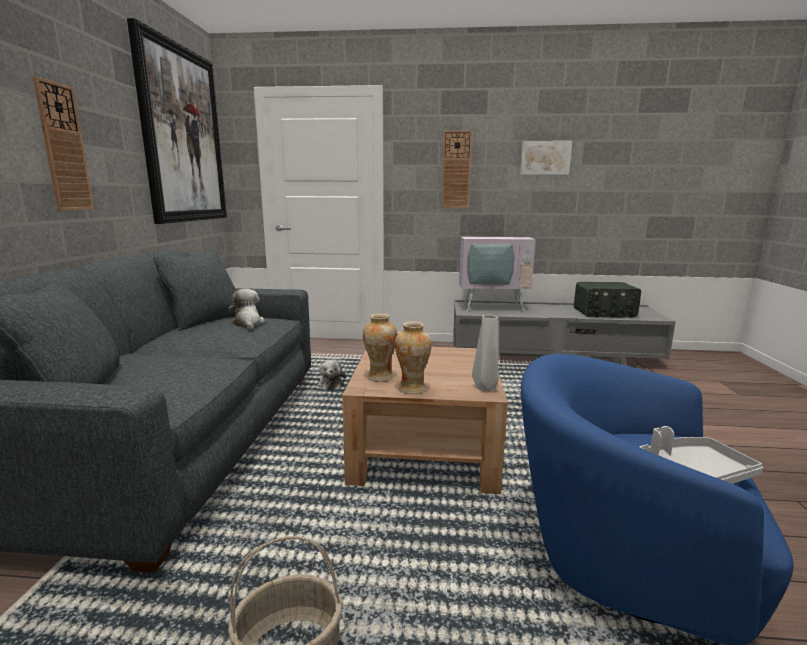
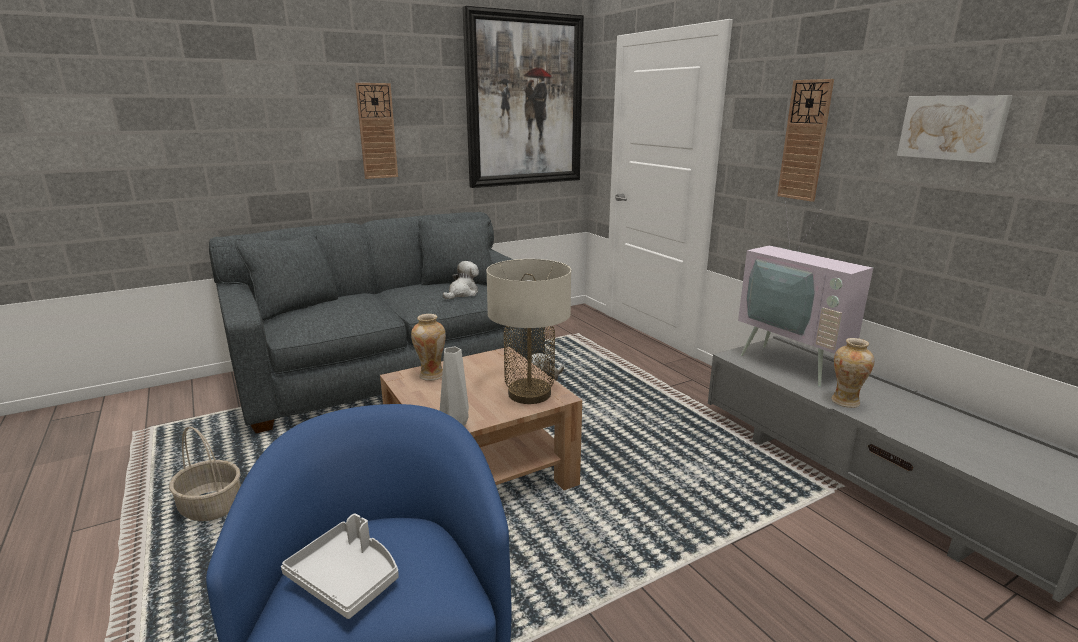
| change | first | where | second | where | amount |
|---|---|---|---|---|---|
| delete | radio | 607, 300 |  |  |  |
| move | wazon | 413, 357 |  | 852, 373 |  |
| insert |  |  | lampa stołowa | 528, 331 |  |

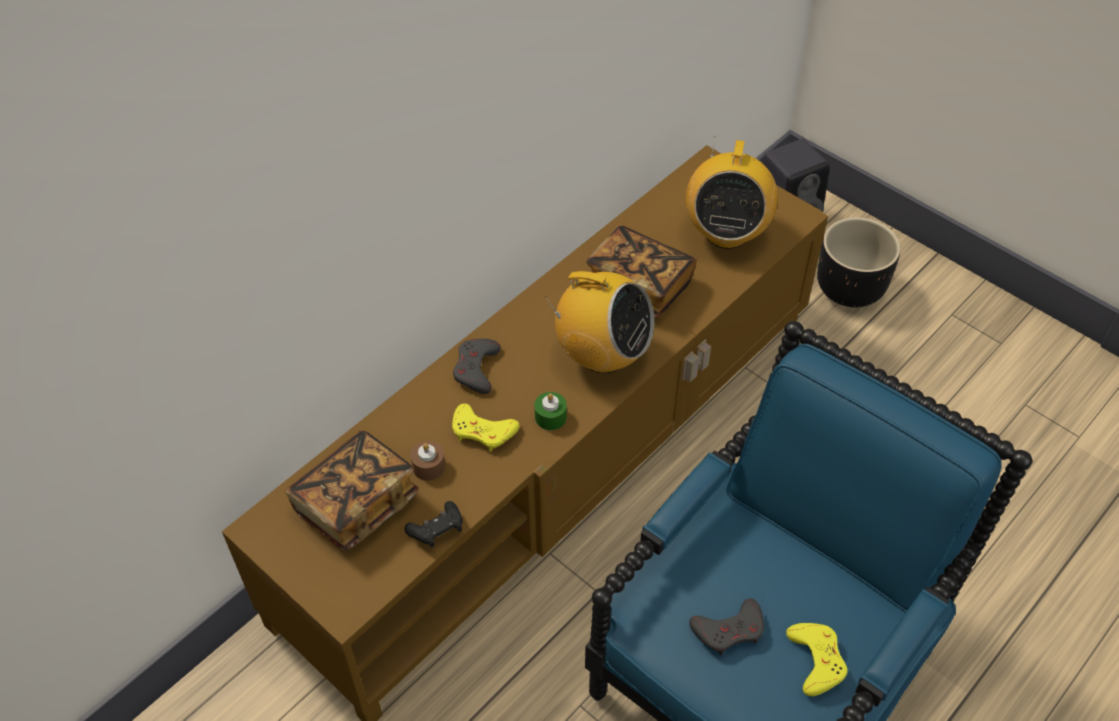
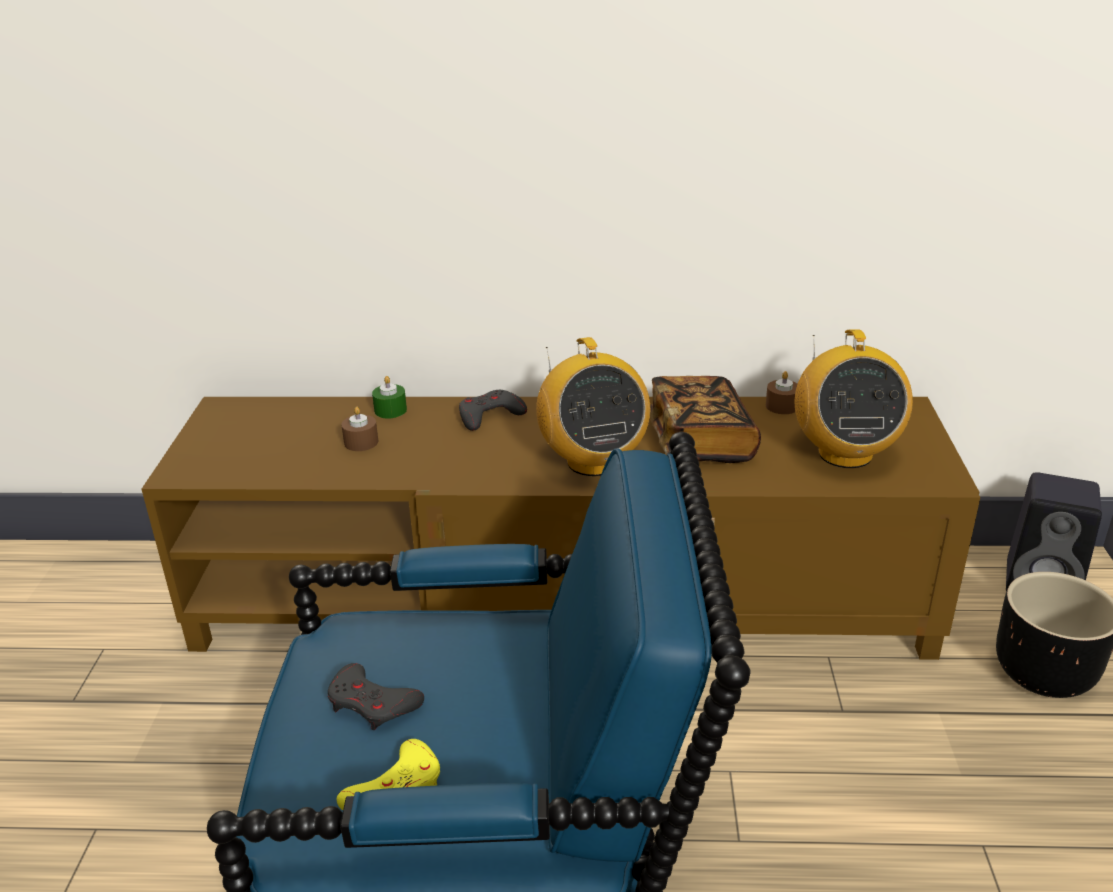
| change | first | where | second | where | amount |
|---|---|---|---|---|---|
| rotate | radio | 732, 192 |  | 854, 398 | 60 degrees counterclockwise |
| move | świeca (zielony) | 550, 411 |  | 389, 397 |  |
| delete | pad do gier (żółty) | 485, 428 |  |  |  |
| delete | książka | 352, 491 |  |  |  |
| delete | pad do gier (czarny) | 434, 524 |  |  |  |
| insert |  |  | świeca (brązowy) | 781, 392 |  |

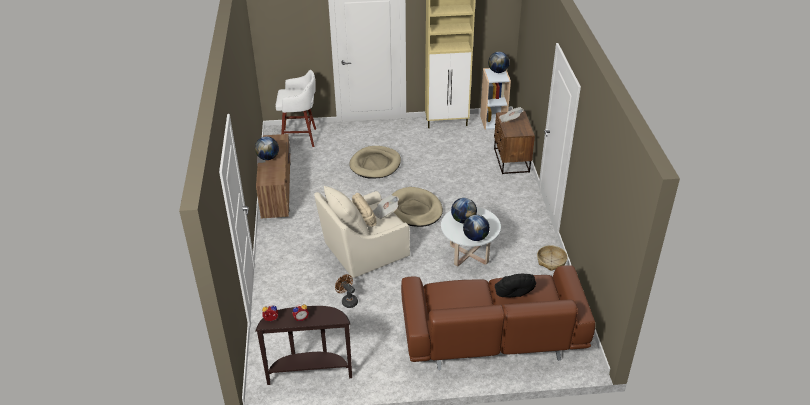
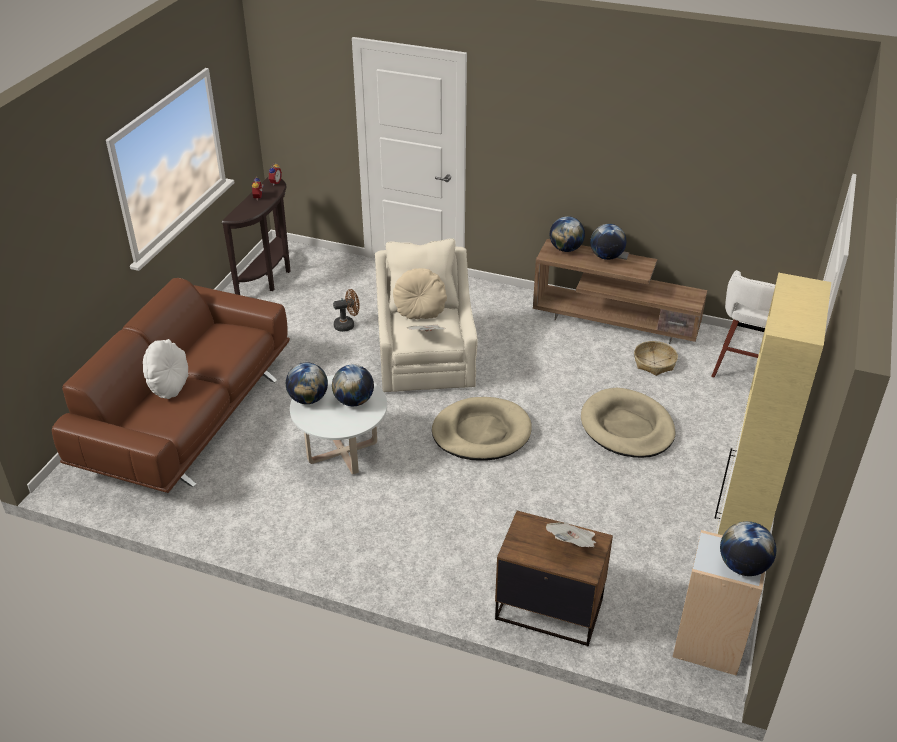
| change | first | where | second | where | amount |
|---|---|---|---|---|---|
| move | koszyk | 552, 258 |  | 656, 358 |  |
| recolor | poduszka (czarny) | 515, 286 | poduszka (biały) | 165, 369 |  |
| insert |  |  | globus | 567, 234 |  |

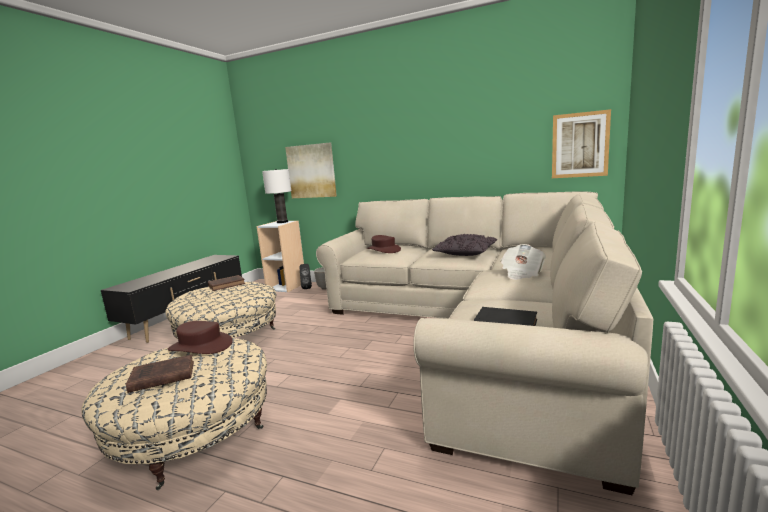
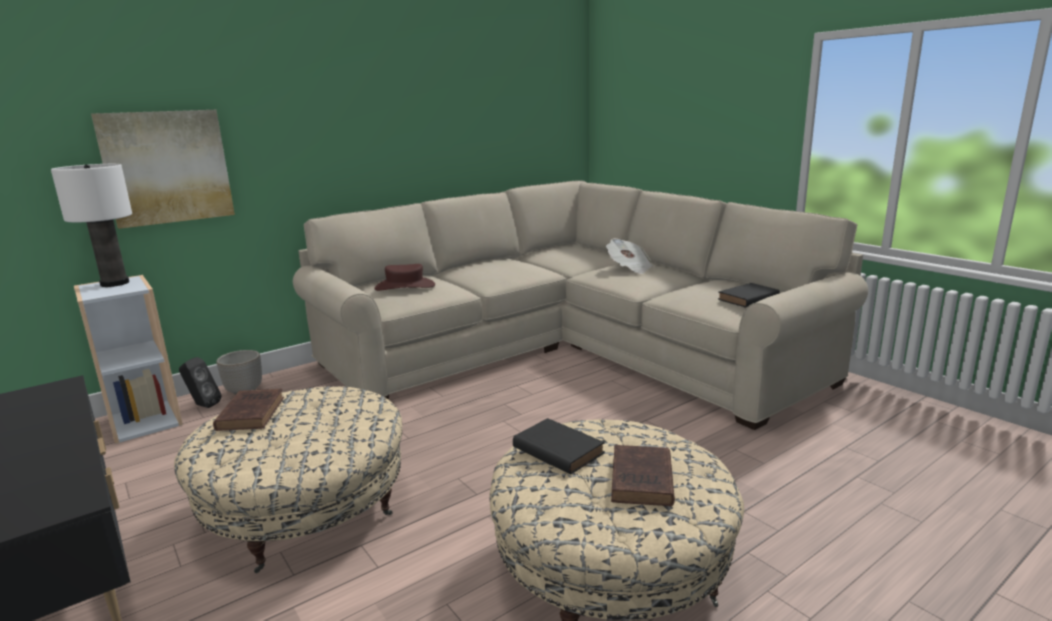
| change | first | where | second | where | amount |
|---|---|---|---|---|---|
| delete | obraz | 581, 143 |  |  |  |
| delete | poduszka (czarny) | 464, 245 |  |  |  |
| replace | kapelusz (brązowy) | 200, 337 | książka (czarny) | 559, 446 |  |

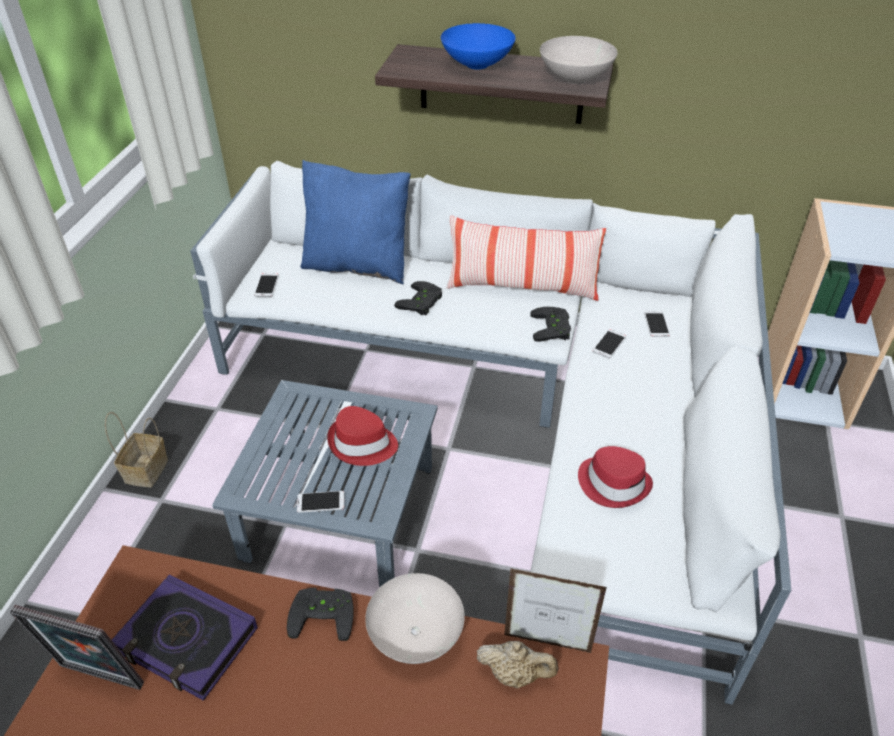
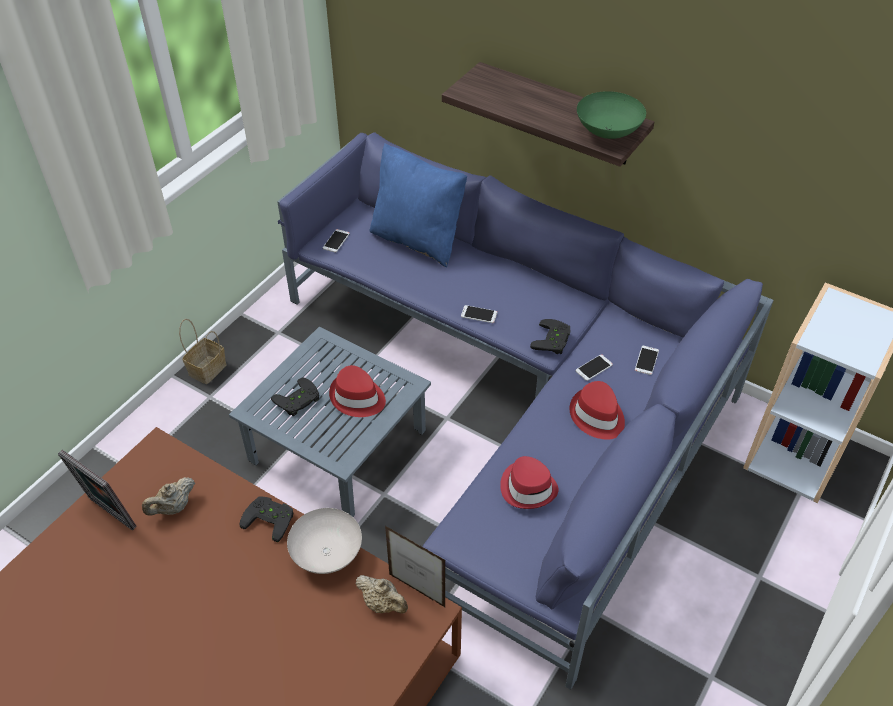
| change | first | where | second | where | amount |
|---|---|---|---|---|---|
| delete | miska (niebieski) | 478, 46 |  |  |  |
| recolor | miska (biały) | 579, 60 | miska (zielony) | 611, 115 |  |
| recolor | kanapa (biały) | 490, 433 | kanapa (niebieski) | 501, 411 |  |
| delete | poduszka | 526, 258 |  |  |  |
| move | pad do gier (czarny) | 418, 298 |  | 295, 397 |  |
| move | telefon | 320, 502 |  | 479, 314 |  |
| replace | książka | 185, 637 | imbryk (beżowy) | 168, 496 |  |
| insert |  |  | kapelusz (czerwony) | 597, 410 |  |

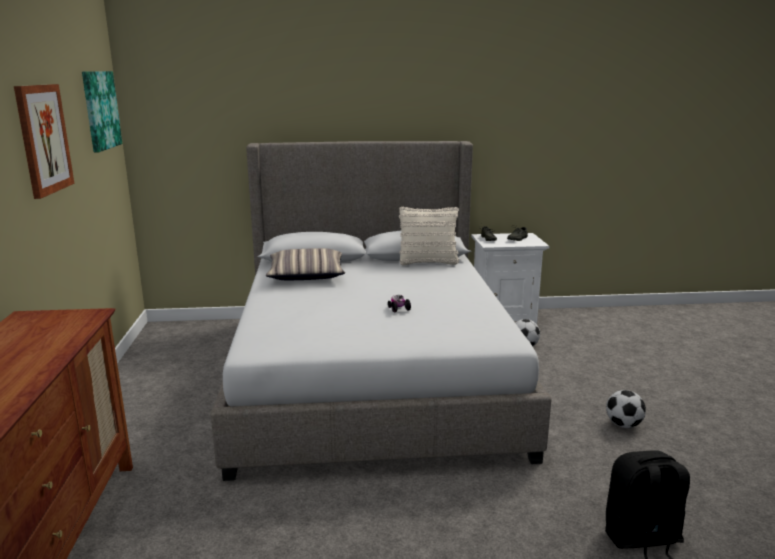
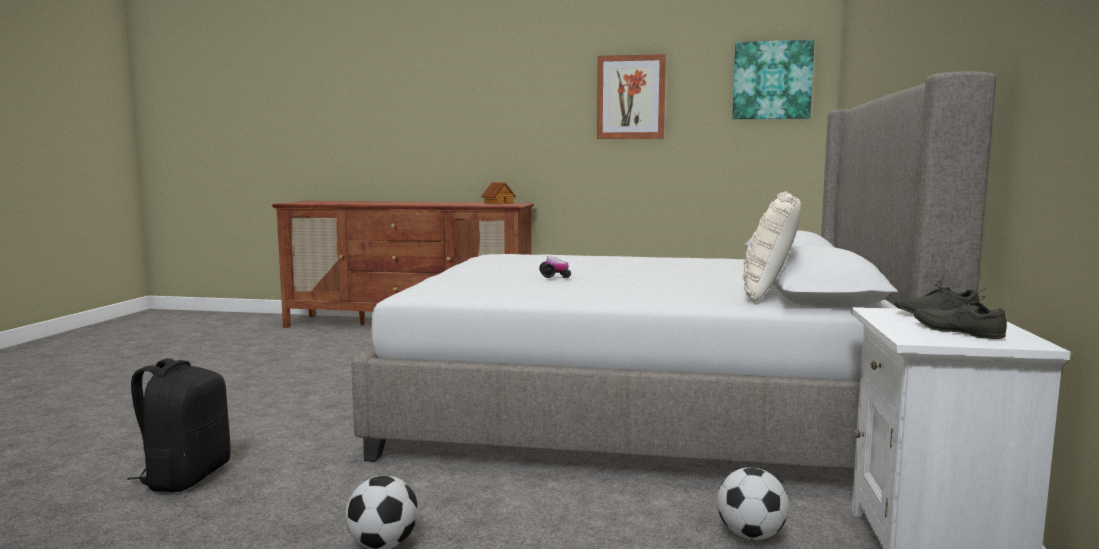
| change | first | where | second | where | amount |
|---|---|---|---|---|---|
| delete | poduszka | 305, 264 |  |  |  |
| insert |  |  | domek | 498, 193 |  |

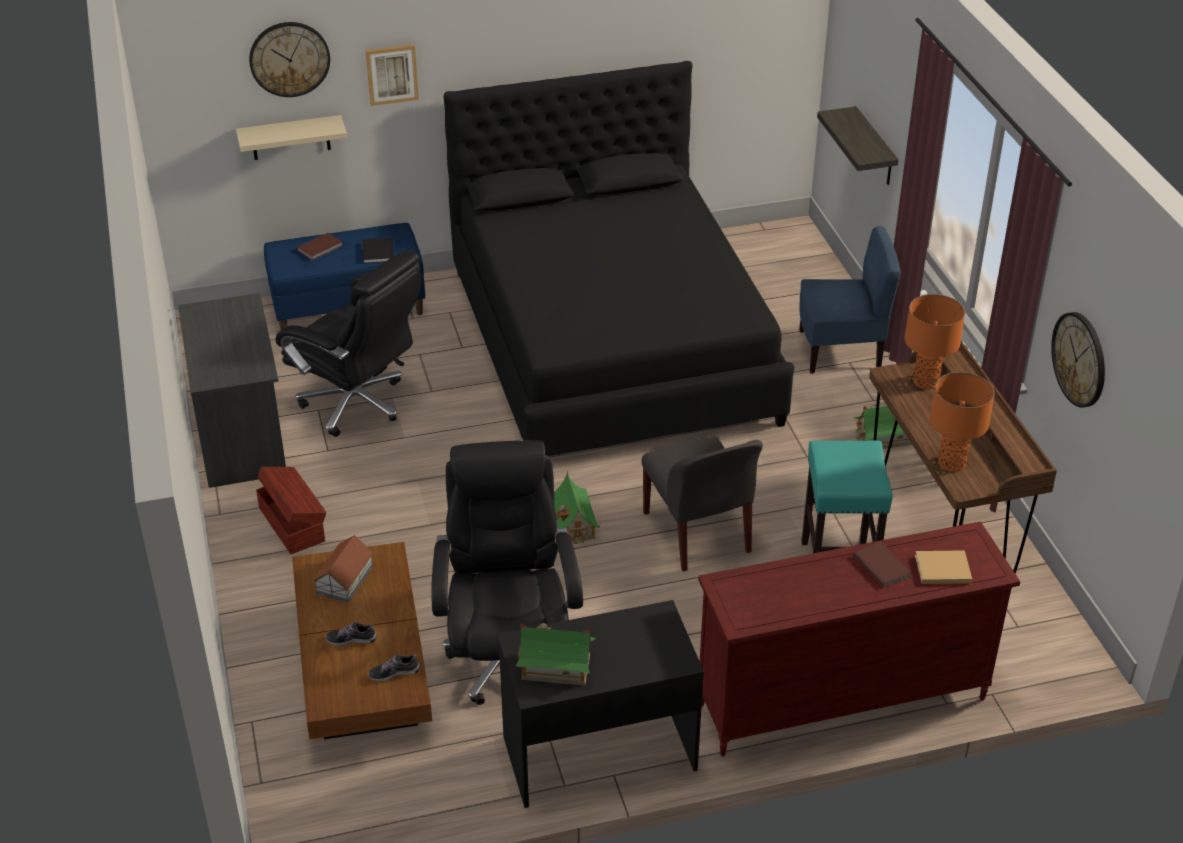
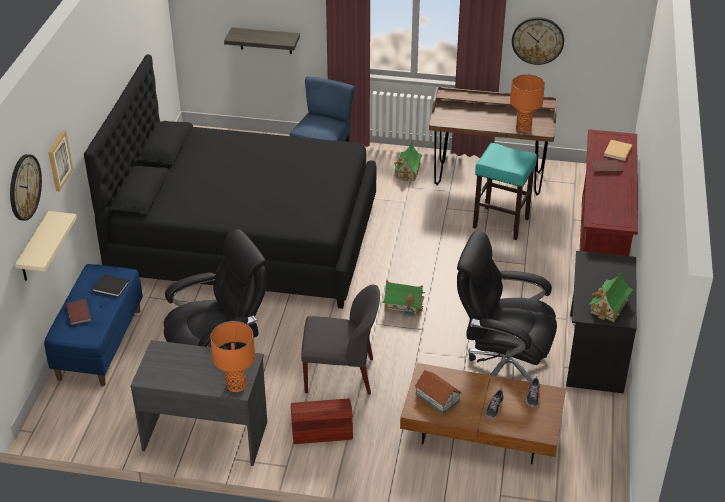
| change | first | where | second | where | amount |
|---|---|---|---|---|---|
| move | lampa stołowa (pomarańczowy) | 935, 341 |  | 232, 356 |  |
| move | krzesło (szary) | 702, 503 |  | 340, 340 |  |

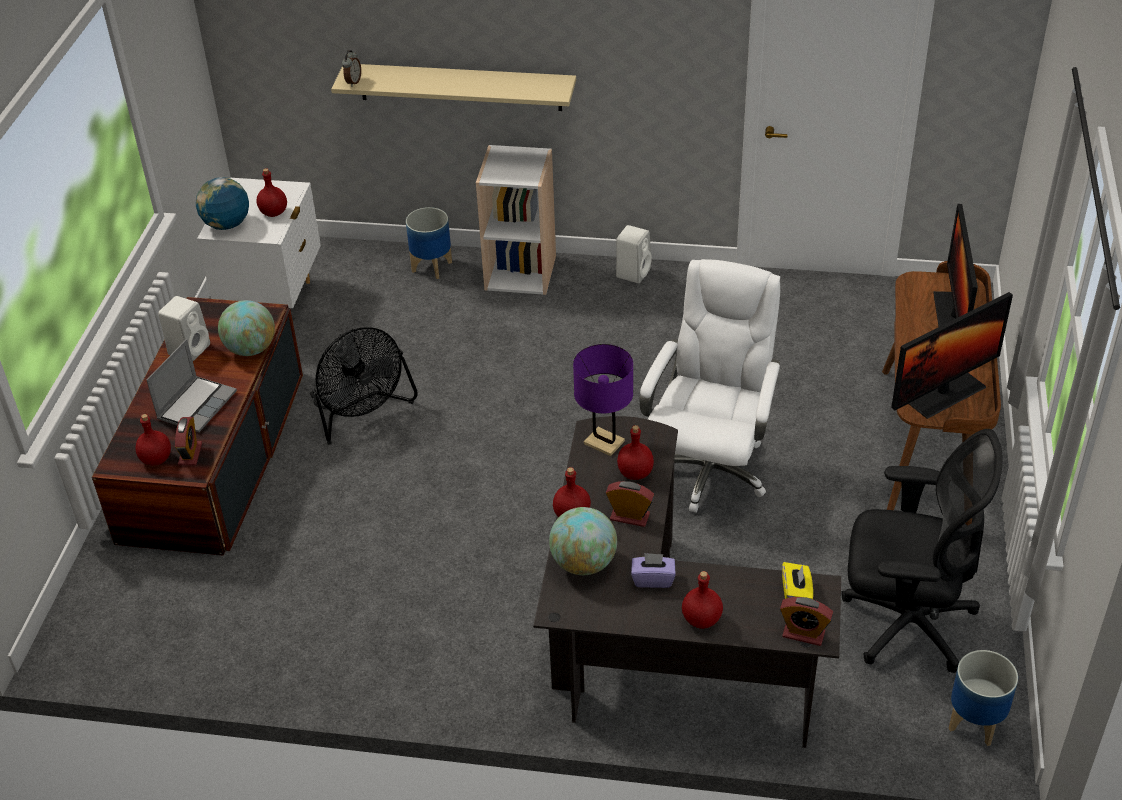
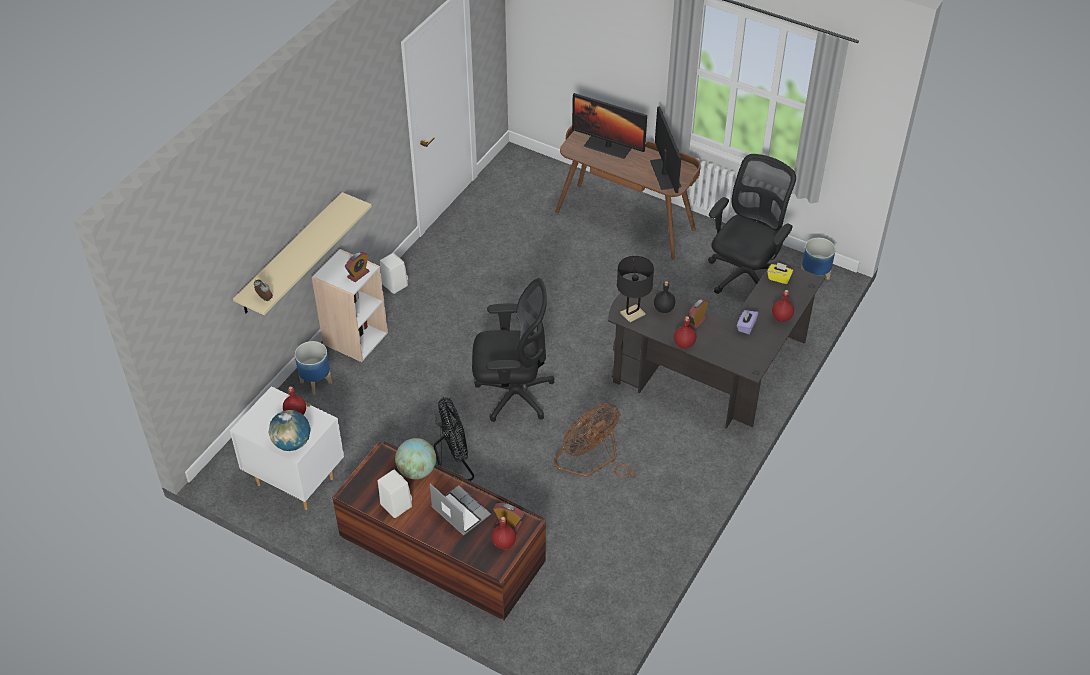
| change | first | where | second | where | amount |
|---|---|---|---|---|---|
| delete | krzesło biurowe (biały) | 710, 386 |  |  |  |
| recolor | lampa stołowa (fioletowy) | 603, 400 | lampa stołowa (czarny) | 635, 289 |  |
| recolor | butelka (czerwony) | 635, 452 | butelka (czarny) | 664, 297 |  |
| delete | globus | 583, 541 |  |  |  |
| move | budzik | 806, 621 |  | 357, 267 |  |
| insert |  |  | krzesło biurowe (czarny) | 513, 350 |  |
| insert |  |  | wentylator (brązowy) | 594, 440 |  |

